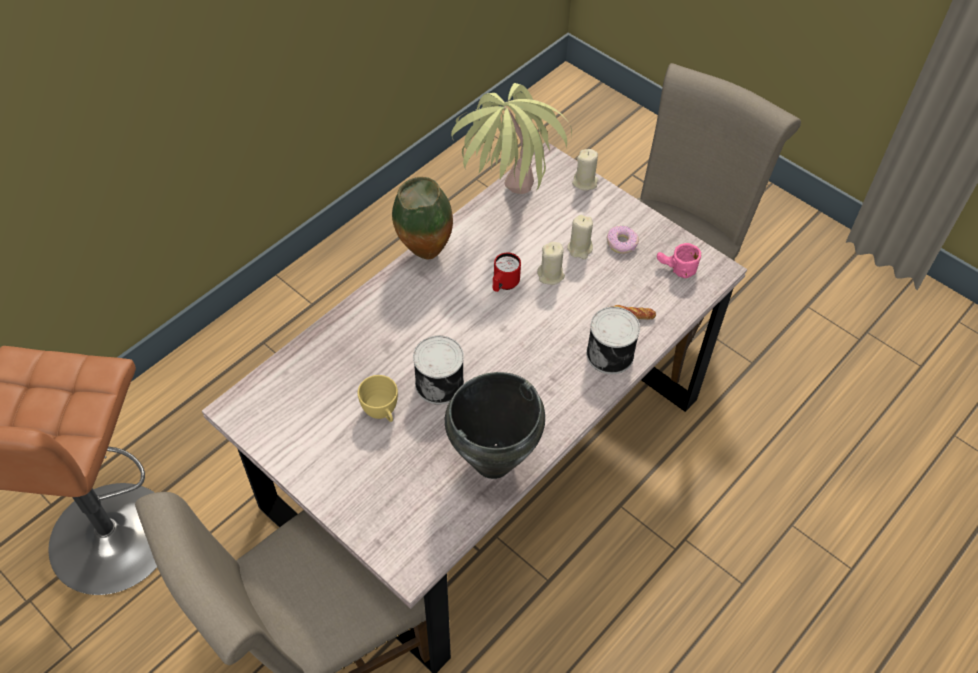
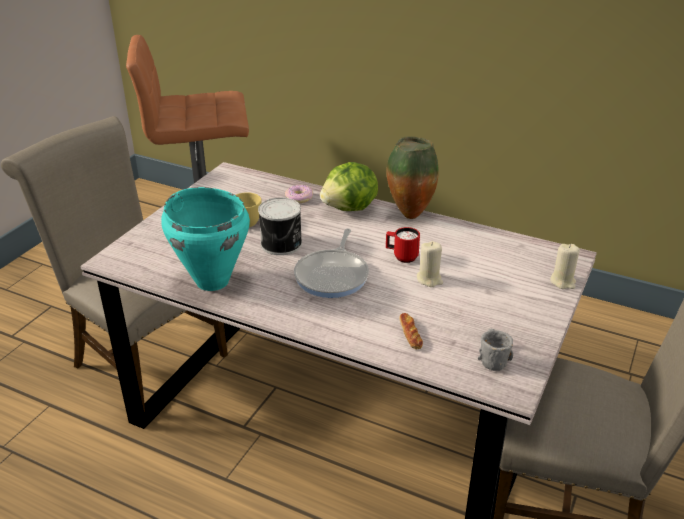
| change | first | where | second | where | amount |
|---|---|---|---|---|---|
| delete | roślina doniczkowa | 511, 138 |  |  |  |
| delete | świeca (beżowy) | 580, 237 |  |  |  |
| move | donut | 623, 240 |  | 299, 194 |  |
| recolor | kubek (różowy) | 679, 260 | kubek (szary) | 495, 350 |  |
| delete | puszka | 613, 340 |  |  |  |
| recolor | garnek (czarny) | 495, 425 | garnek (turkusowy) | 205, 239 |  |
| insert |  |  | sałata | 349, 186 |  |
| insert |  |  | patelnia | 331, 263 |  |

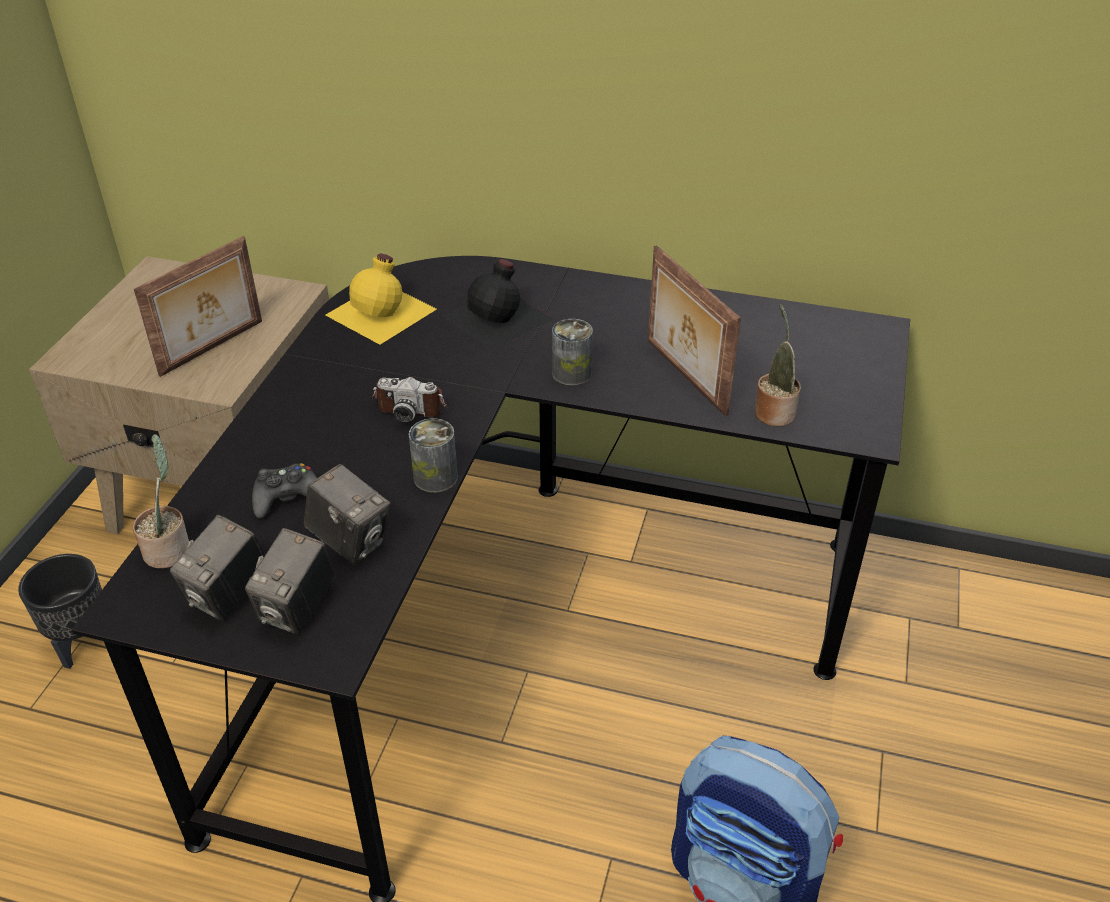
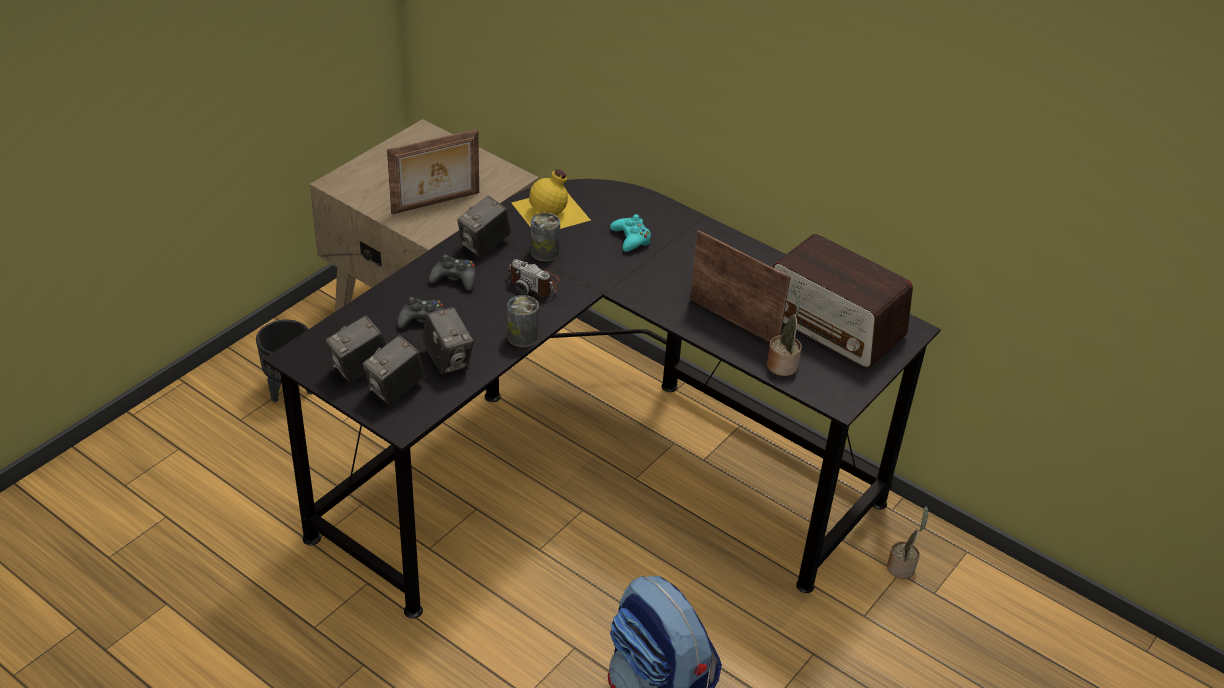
| change | first | where | second | where | amount |
|---|---|---|---|---|---|
| rotate | ramka na zdjęcie | 694, 331 |  | 740, 286 | 135 degrees clockwise |
| replace | butelka (czarny) | 497, 305 | pad do gier (turkusowy) | 630, 233 |  |
| move | puszka | 572, 352 |  | 545, 237 |  |
| move | roślina doniczkowa | 161, 501 |  | 907, 542 |  |
| insert |  |  | aparat fotograficzny | 484, 226 |  |
| insert |  |  | radio | 843, 300 |  |
| insert |  |  | pad do gier (czarny) | 452, 272 |  |

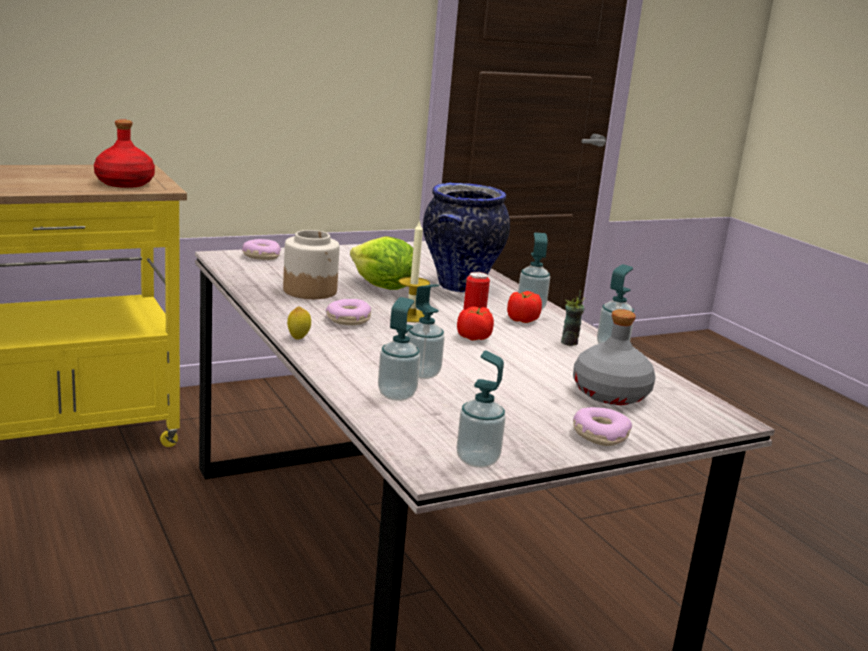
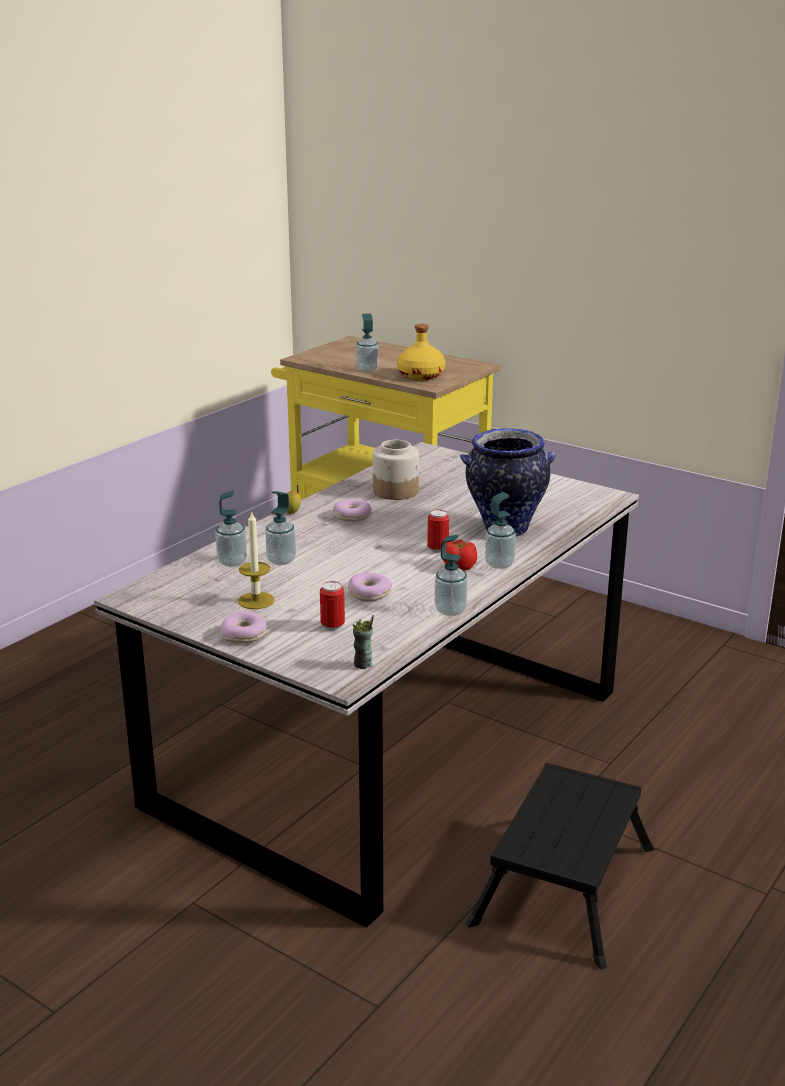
| change | first | where | second | where | amount |
|---|---|---|---|---|---|
| recolor | butelka (czerwony) | 124, 153 | butelka (żółty) | 421, 352 |  |
| move | świeca | 414, 270 |  | 256, 559 |  |
| delete | sałata | 381, 263 |  |  |  |
| move | donut | 261, 249 |  | 370, 587 |  |
| move | filiżanka | 573, 318 |  | 363, 642 |  |
| delete | pomidor | 475, 324 |  |  |  |
| replace | butelka (szary) | 614, 357 | puszka | 332, 606 |  |
| move | dozownik mydła | 480, 409 |  | 367, 342 |  |
| insert |  |  | drabinka (czarny) | 560, 866 |  |

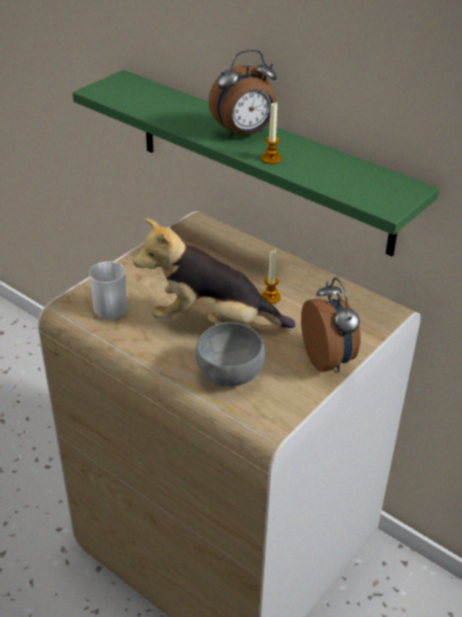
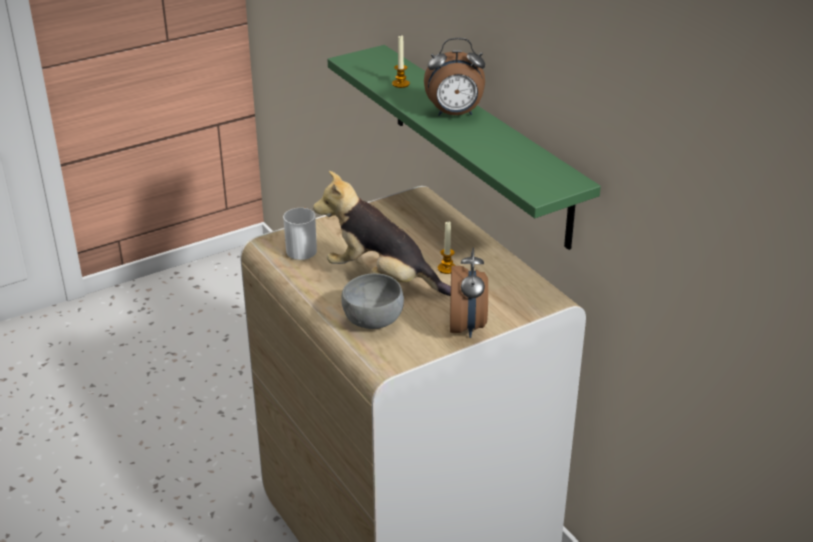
| change | first | where | second | where | amount |
|---|---|---|---|---|---|
| move | świeca | 271, 133 |  | 401, 61 |  |

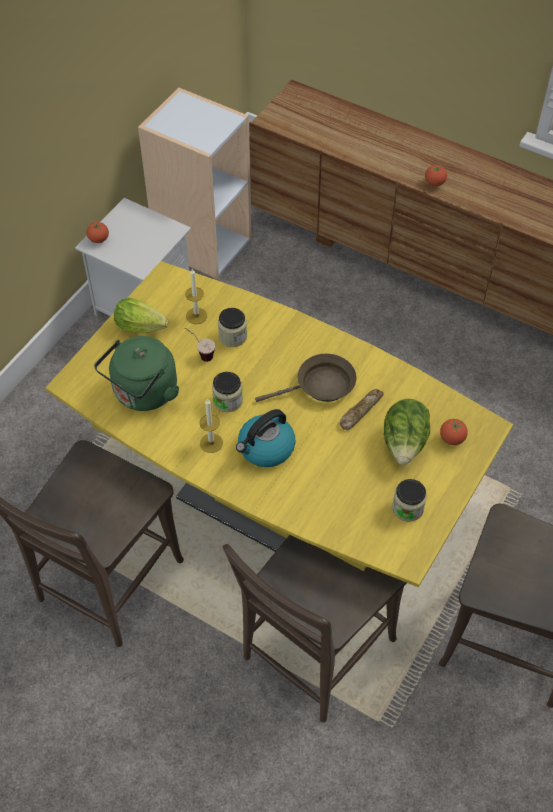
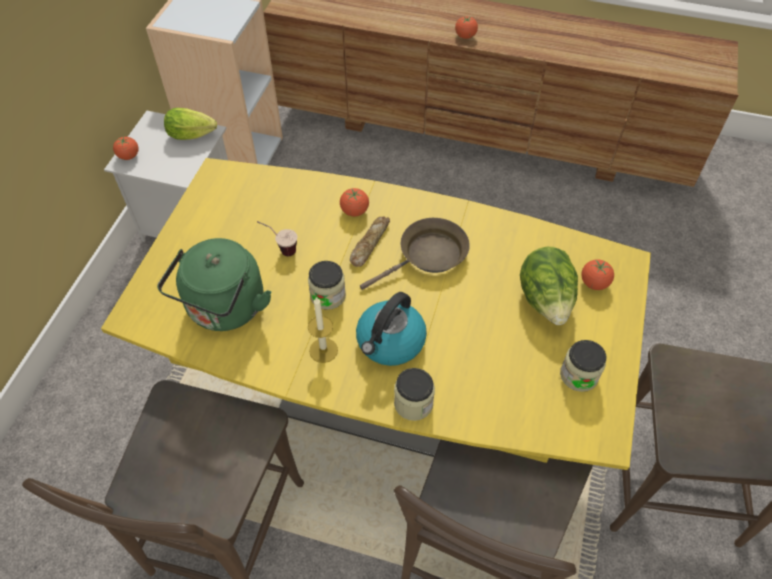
| change | first | where | second | where | amount |
|---|---|---|---|---|---|
| delete | świeca | 196, 296 |  |  |  |
| move | sałata | 141, 315 |  | 190, 124 |  |
| move | słoik | 232, 327 |  | 414, 394 |  |
| move | chleb | 362, 409 |  | 370, 241 |  |
| insert |  |  | pomidor | 354, 202 |  |

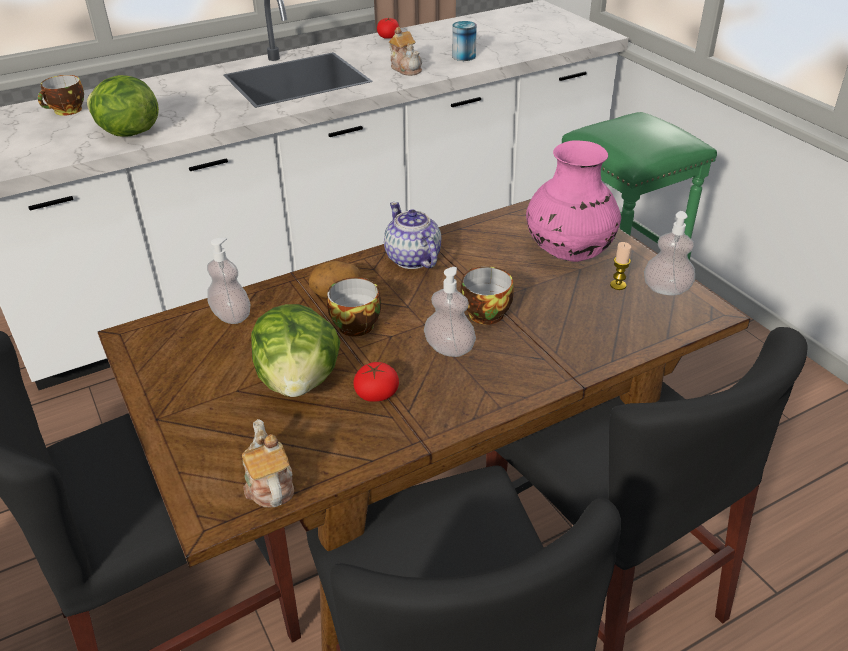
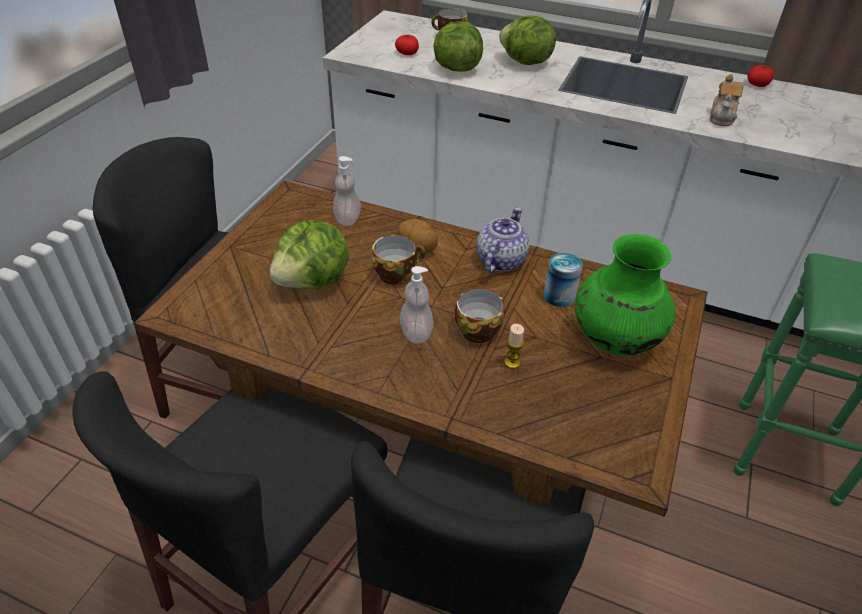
| change | first | where | second | where | amount |
|---|---|---|---|---|---|
| move | puszka | 464, 41 |  | 563, 280 |  |
| recolor | wazon (różowy) | 573, 201 | wazon (zielony) | 625, 295 |  |
| delete | dozownik mydła | 669, 253 |  |  |  |
| move | świeca | 620, 266 |  | 514, 346 |  |
| move | pomidor | 376, 382 |  | 407, 44 |  |
| delete | imbryk | 268, 463 |  |  |  |
| insert |  |  | sałata | 527, 40 |  |

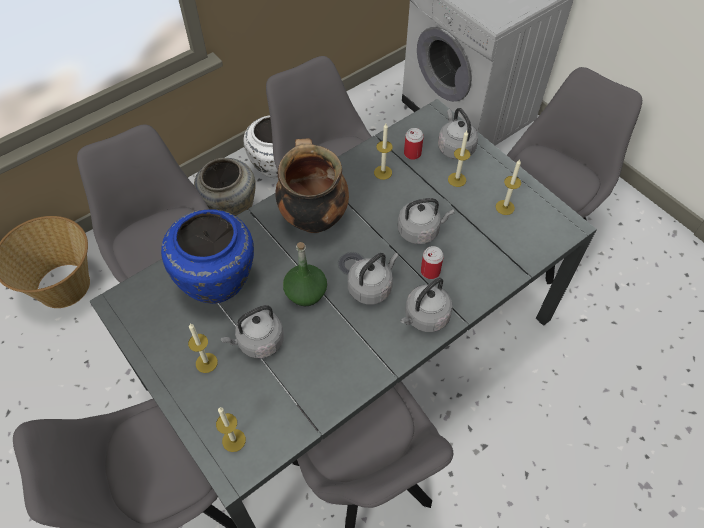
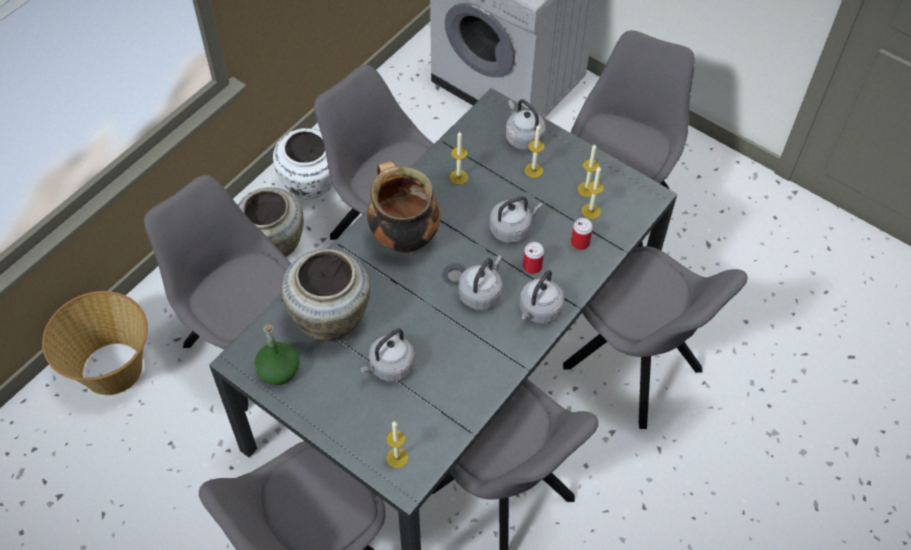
| change | first | where | second | where | amount |
|---|---|---|---|---|---|
| move | puszka | 414, 144 |  | 582, 234 |  |
| recolor | wazon (niebieski) | 207, 256 | wazon (beżowy) | 325, 295 |  |
| move | butelka (zielony) | 305, 274 |  | 276, 354 |  |
| move | świeca | 203, 348 |  | 593, 192 |  |
| insert |  |  | krzesło (szary) | 655, 337 |  |

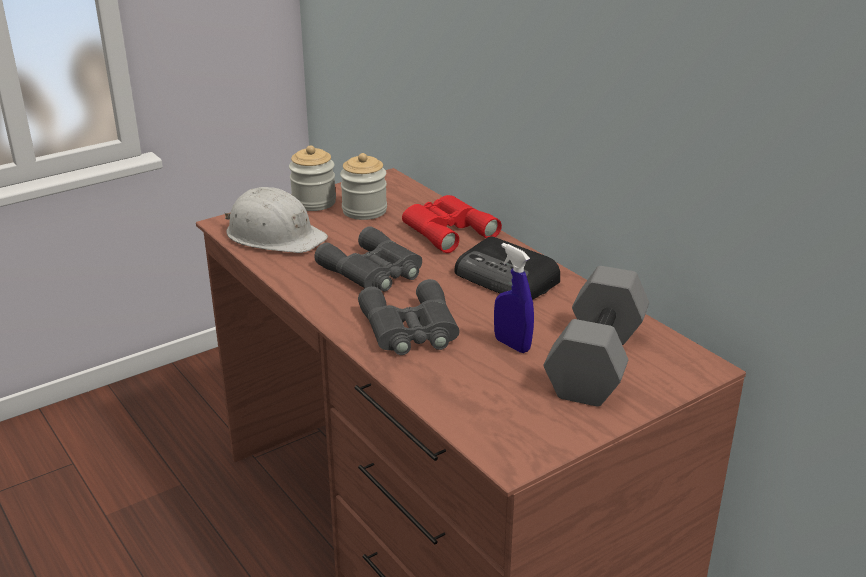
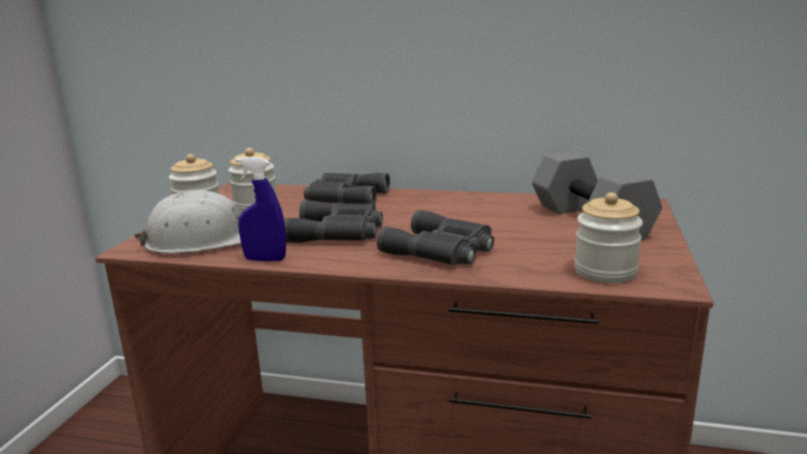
| change | first | where | second | where | amount |
|---|---|---|---|---|---|
| recolor | lornetka (czerwony) | 452, 224 | lornetka (szary) | 347, 188 |  |
| delete | radio | 507, 268 |  |  |  |
| move | spryskiwacz (niebieski) | 514, 298 |  | 261, 209 |  |
| insert |  |  | słoik | 609, 237 |  |

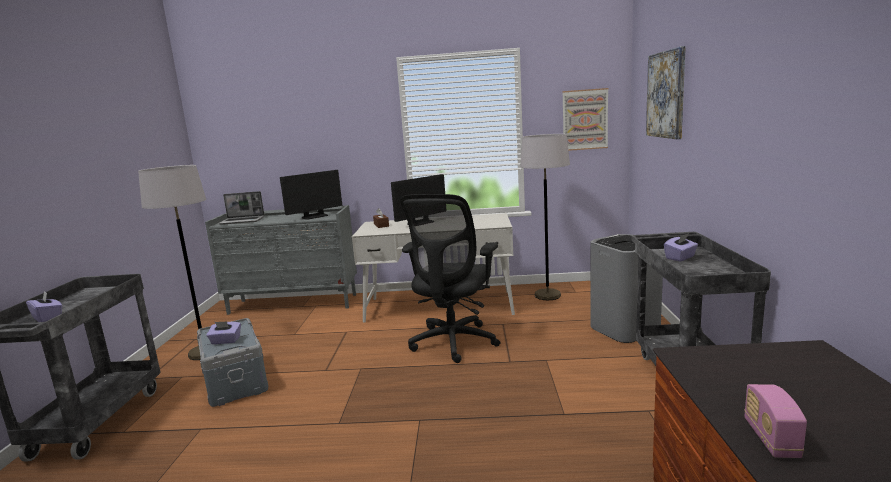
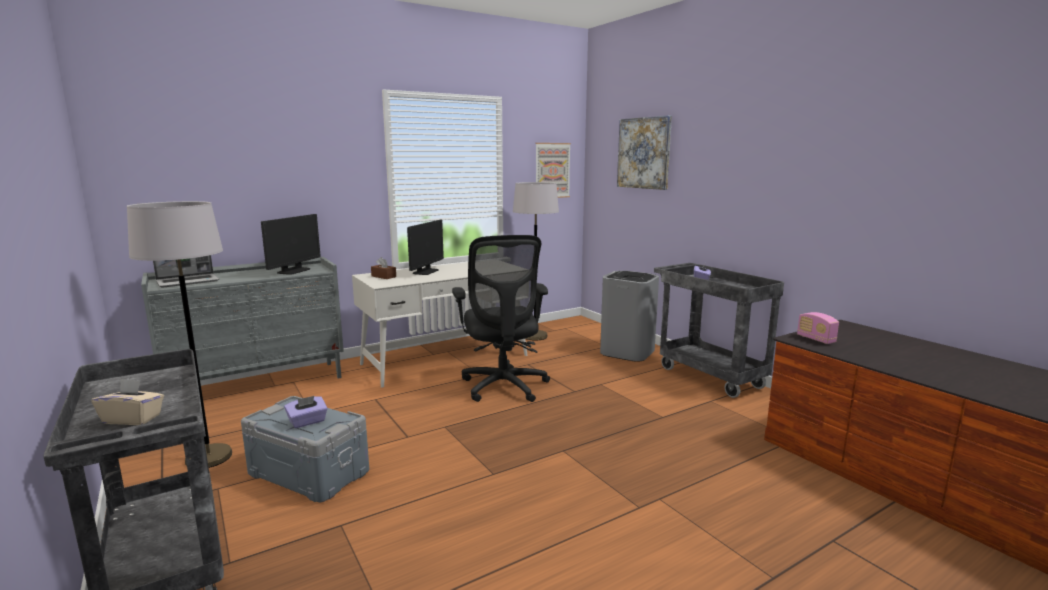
| change | first | where | second | where | amount |
|---|---|---|---|---|---|
| recolor | pudełko chusteczek (fioletowy) | 44, 306 | pudełko chusteczek (beżowy) | 128, 402 |  |
| move | radio | 775, 421 |  | 818, 328 |  |

